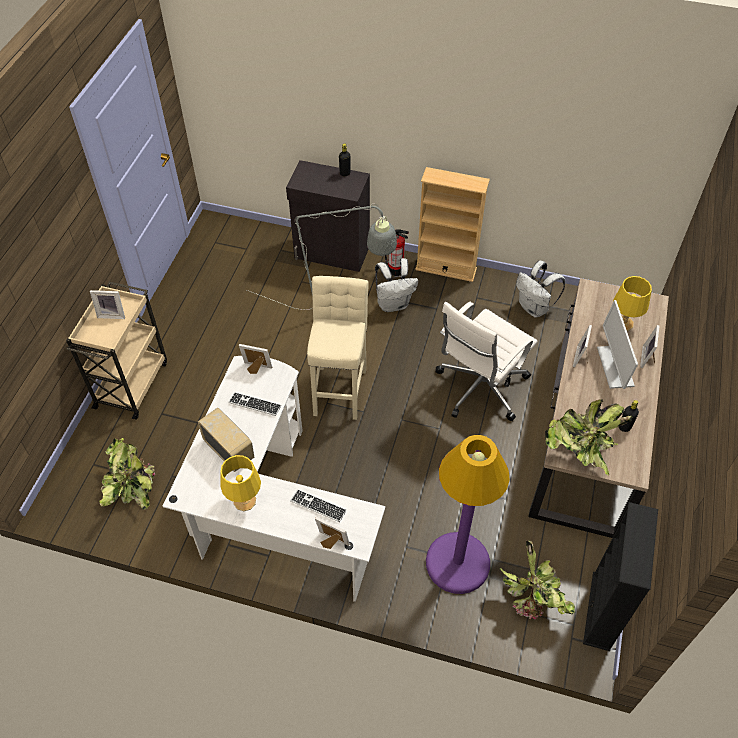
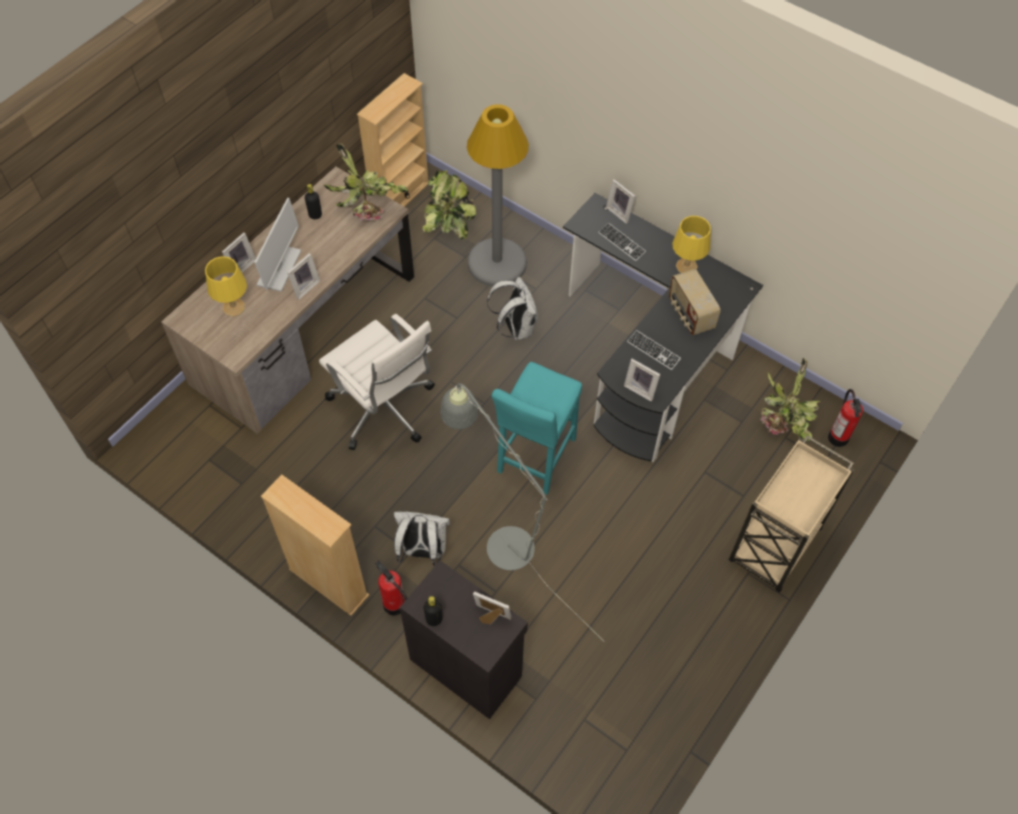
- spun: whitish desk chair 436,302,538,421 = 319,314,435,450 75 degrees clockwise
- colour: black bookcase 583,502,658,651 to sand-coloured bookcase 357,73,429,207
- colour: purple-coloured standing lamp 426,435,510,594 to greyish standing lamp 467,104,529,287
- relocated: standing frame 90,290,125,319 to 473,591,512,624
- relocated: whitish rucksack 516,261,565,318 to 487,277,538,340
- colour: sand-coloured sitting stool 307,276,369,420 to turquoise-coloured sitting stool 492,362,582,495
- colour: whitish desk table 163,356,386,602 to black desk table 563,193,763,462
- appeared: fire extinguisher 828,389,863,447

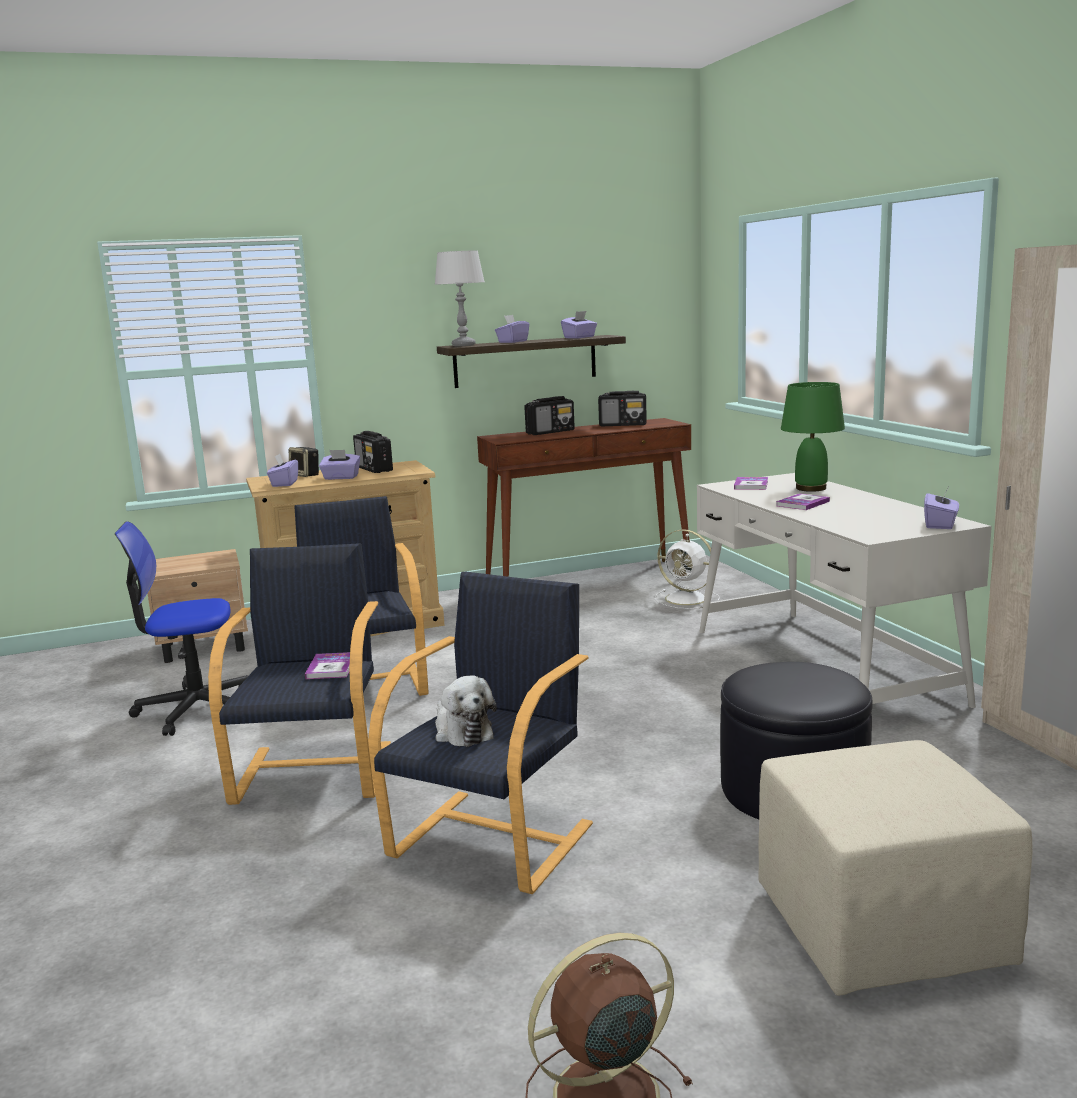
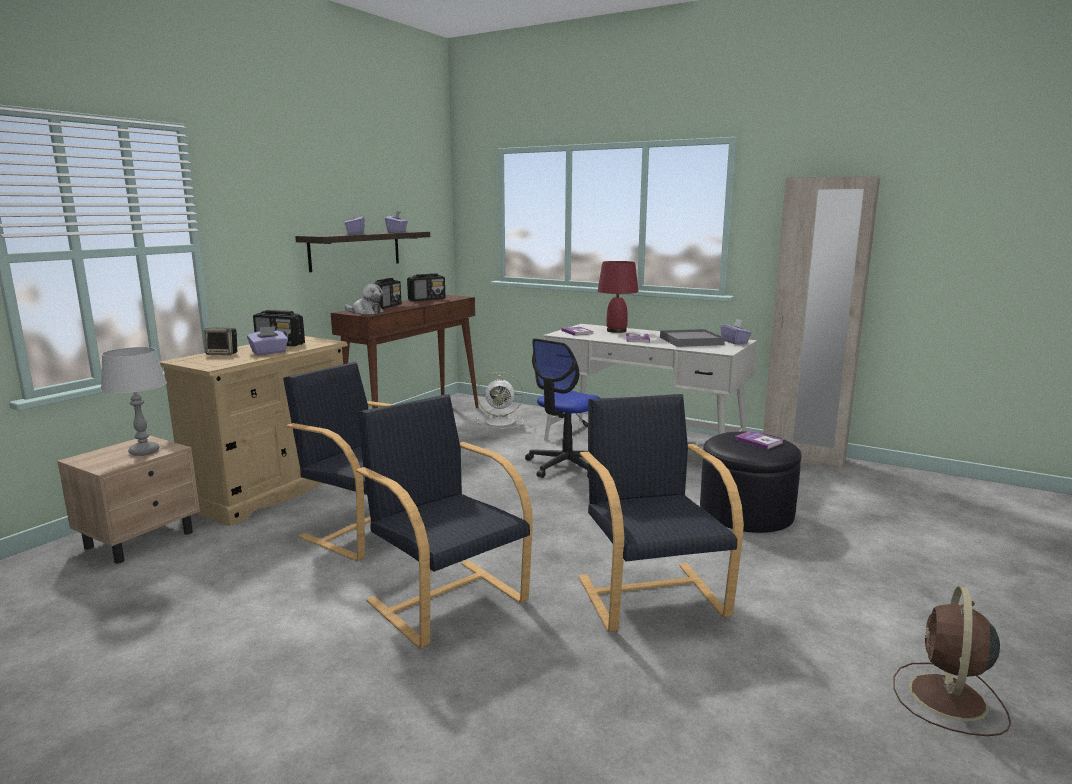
- relocated: greyish table lamp 434,251,484,346 to 101,347,167,456
- relocated: soft toy 435,676,497,747 to 344,283,384,314
- relocated: desk chair 115,522,248,736 to 525,338,600,479
- colour: green table lamp 781,382,845,492 to reddish table lamp 598,261,638,333
- appeared: greyish tray 660,329,725,347
- relocated: volume 305,652,350,679 to 734,431,783,450
- missing: purple-coloured tissue holder 267,453,298,487
- missing: sand-coloured ottoman 758,740,1033,996

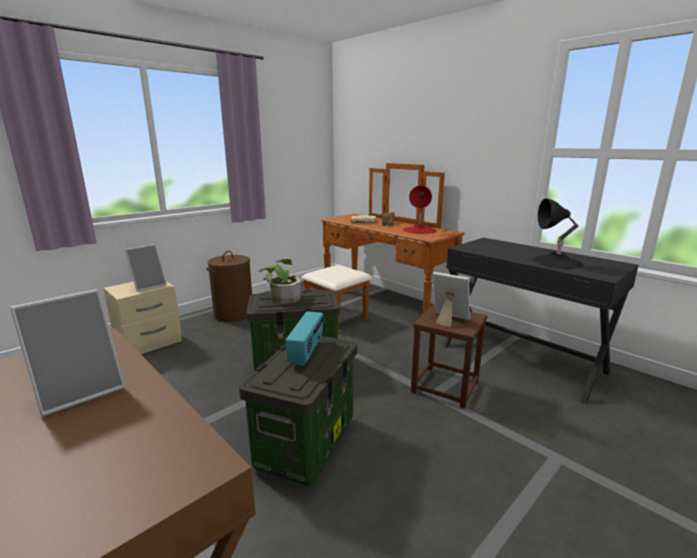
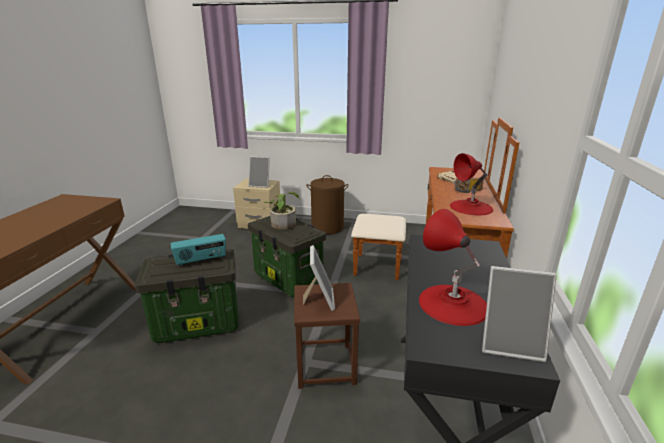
- colour: black table lamp 532,198,583,269 to reddish table lamp 419,209,487,326
- relocated: standing frame 10,289,125,416 to 482,266,557,362

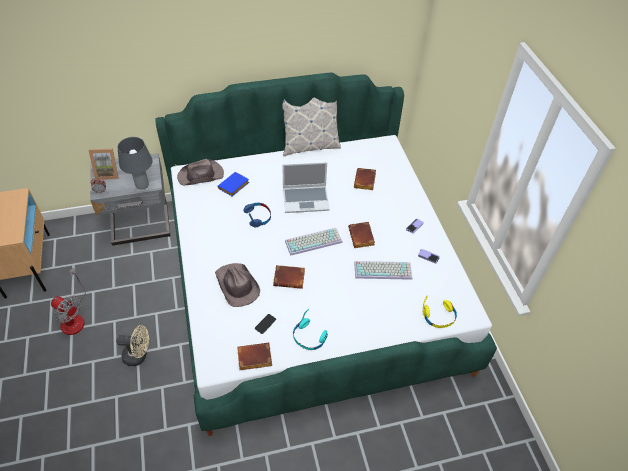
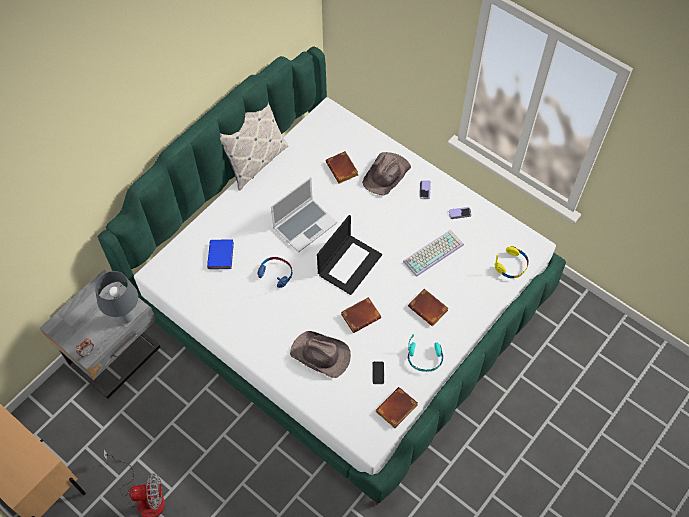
- exchanged: keyboard 285,228,343,256 to portable computer 317,215,382,295
- relocated: brown wearable hat 177,159,224,185 to 362,152,411,196
- relocated: brown volume 348,222,375,248 to 408,289,448,326
- missing: standing frame 89,149,119,180
- missing: sand-coloured electric fan 116,325,149,366

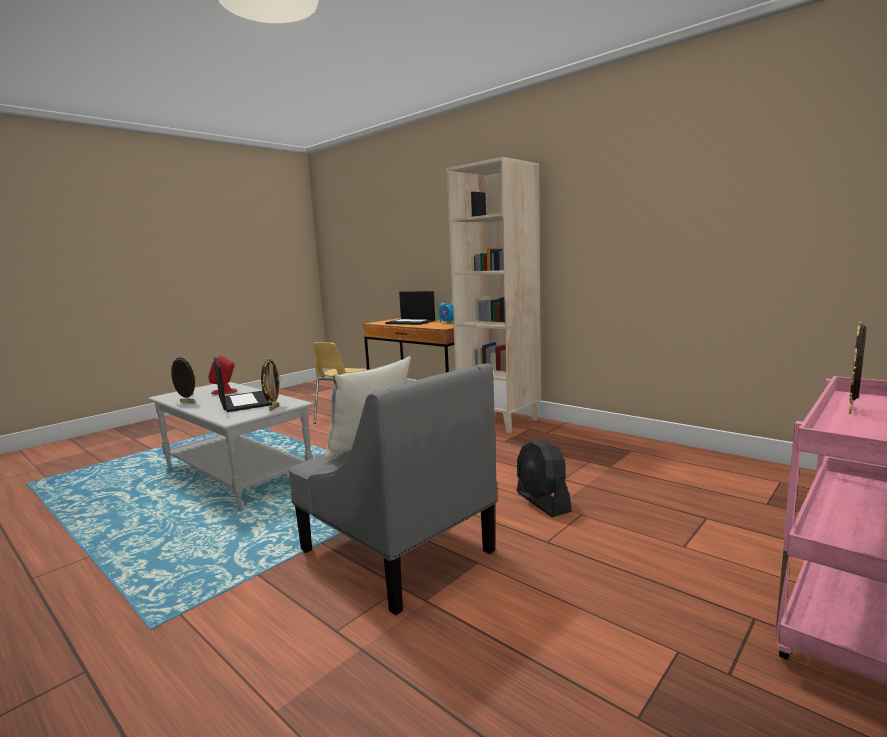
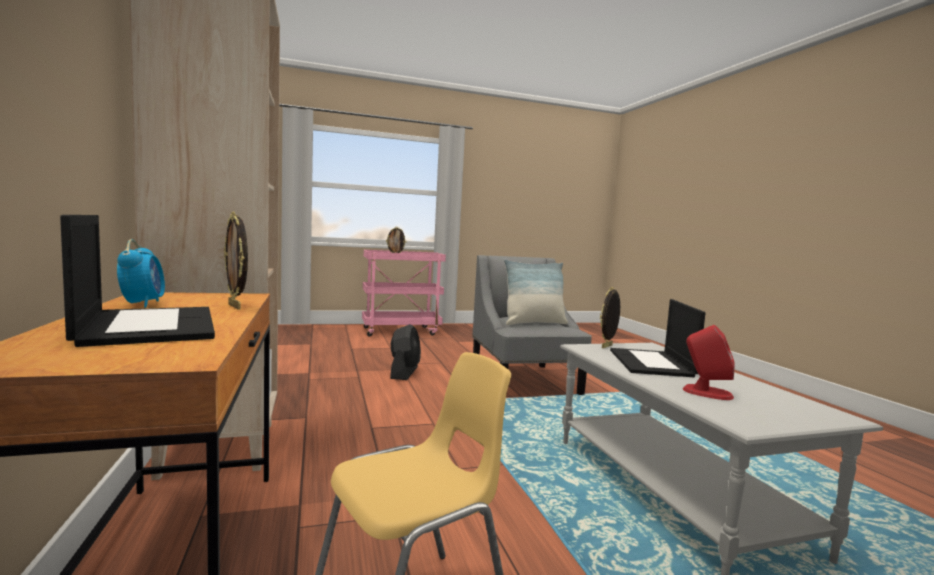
- relocated: standing frame 171,355,197,403 to 224,211,248,310

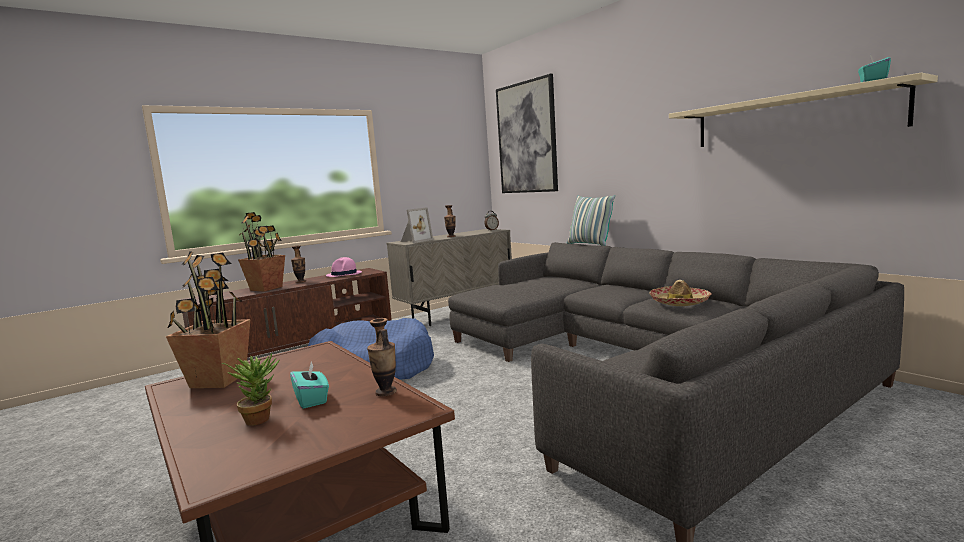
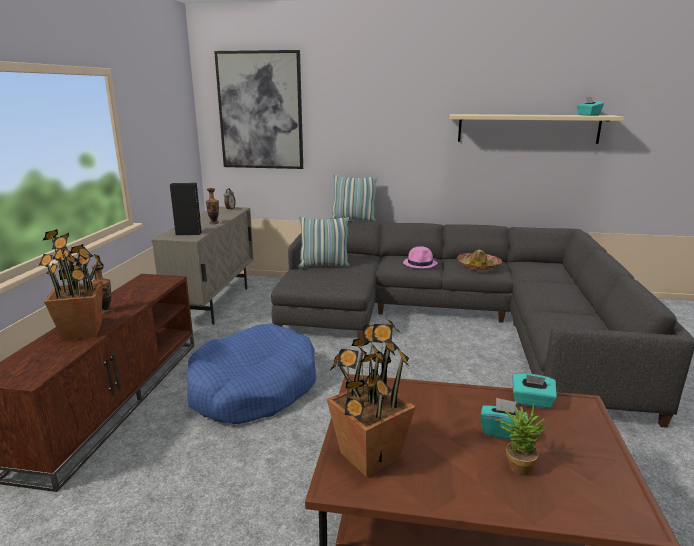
- exchanged: standing frame 401,207,433,243 to black speaker 170,183,202,235
- appeared: throw pillow 298,216,349,268
- relocated: pink wearable hat 326,257,362,277 to 403,246,437,268
- exchanged: vase 367,318,397,396 to turquoise-coloured tissue holder 512,373,557,409

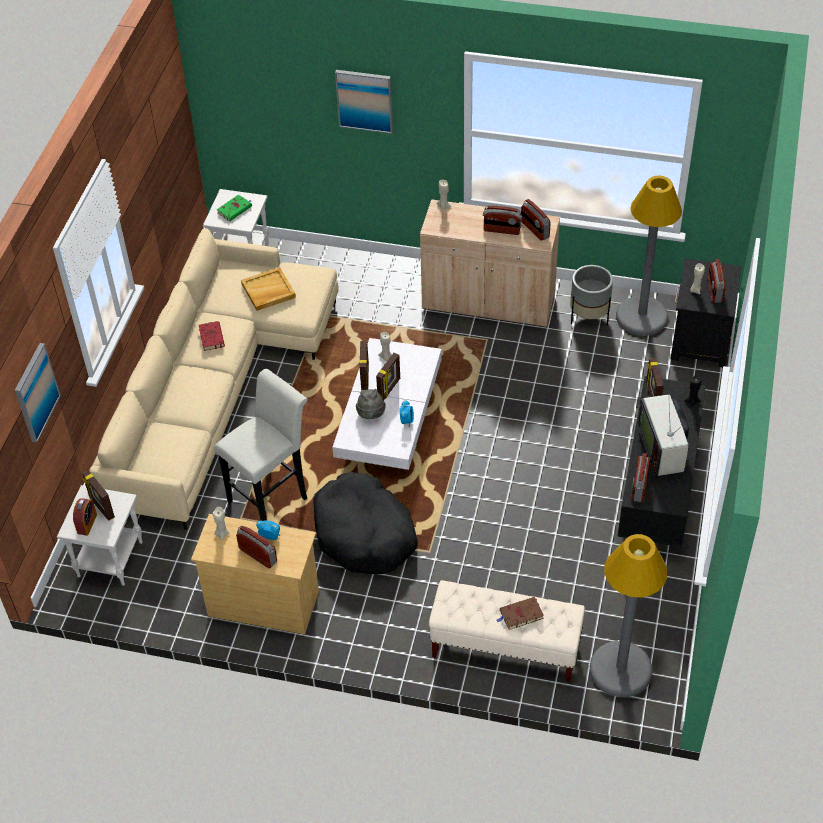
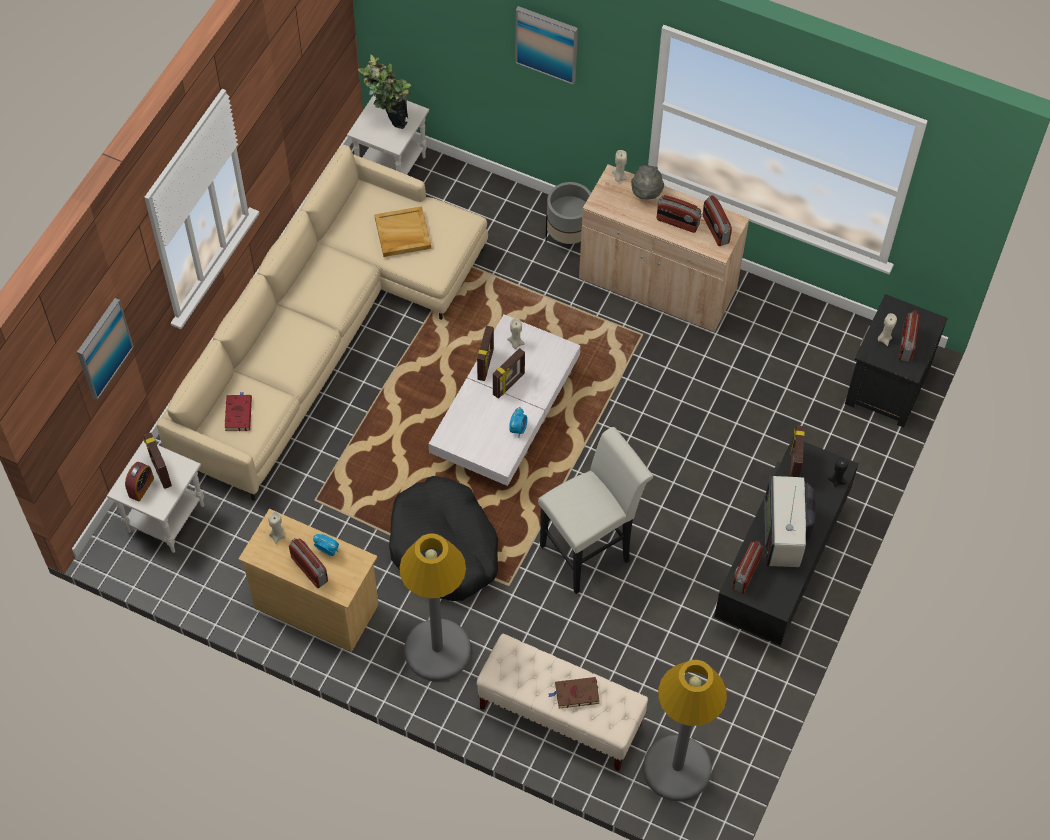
- relocated: reddish volume 199,321,225,351 to 225,392,252,431
- exchanged: green volume 217,195,252,221 to plant in a pot 358,55,411,129
- relocated: greyish standing lamp 616,176,682,336 to 399,533,471,681
- relocated: whitish sitting stool 214,369,308,521 to 538,427,653,594
- relocated: greyish plant pot 570,265,613,326 to 545,182,591,244
- relocated: greyish wearable hat 356,389,386,419 to 631,165,664,200

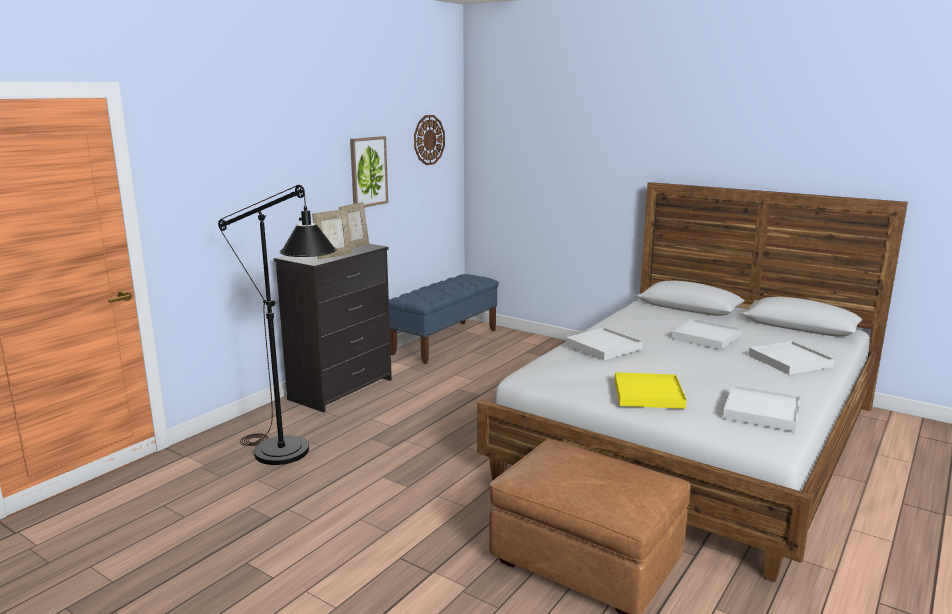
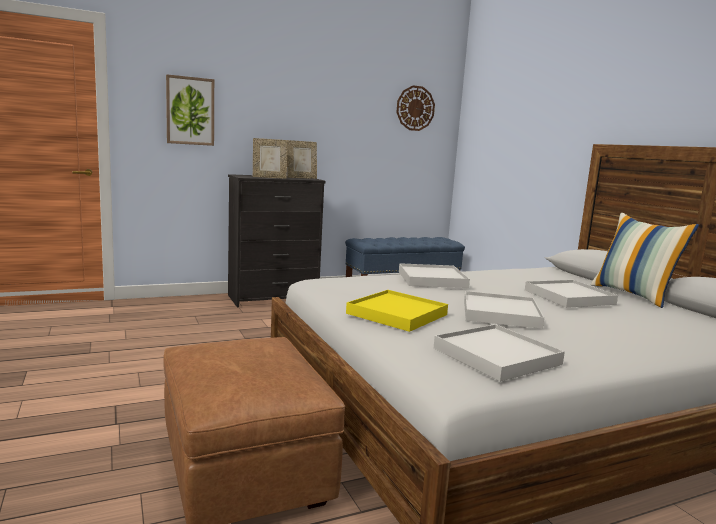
- relocated: wall art 350,136,388,208 to 166,74,214,146
- relocated: whitish tray 748,341,834,375 to 464,291,544,329
- appeared: throw pillow 591,213,699,308
- missing: black standing lamp 218,185,337,465

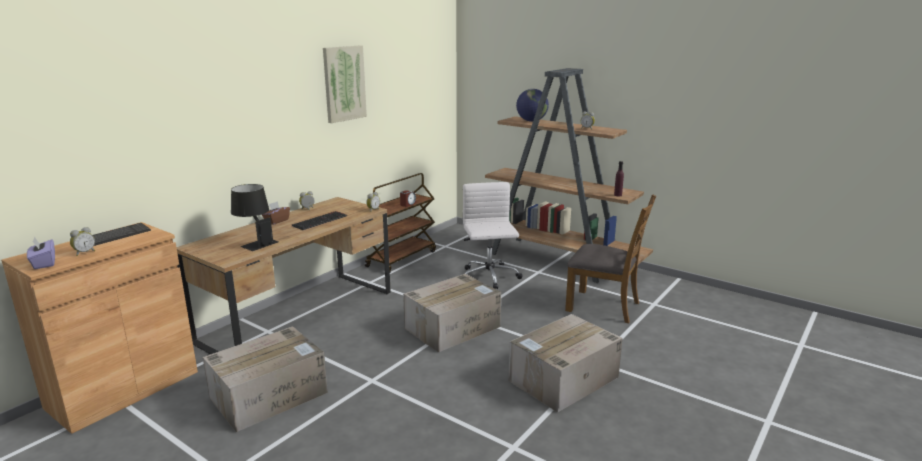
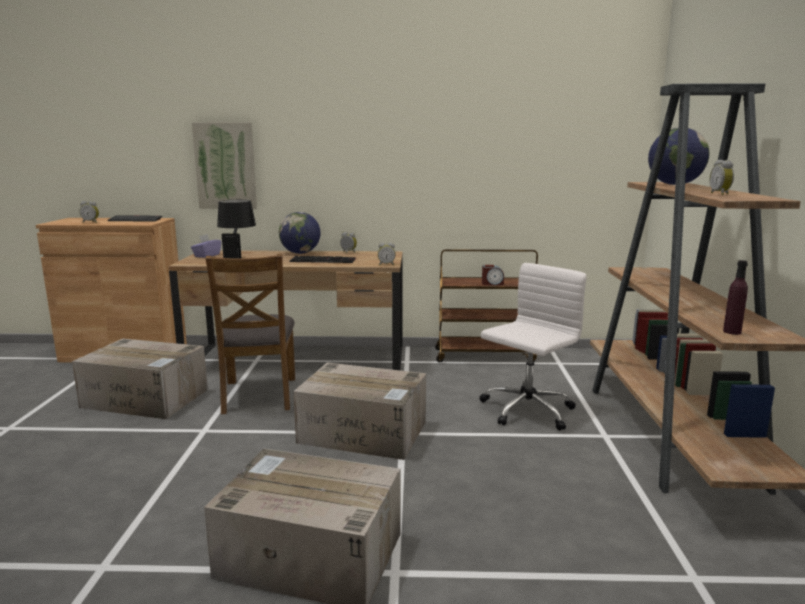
- relocated: purple-coloured tissue holder 27,237,55,269 to 191,234,221,258
- relocated: wall art 323,46,367,123 to 192,122,257,209
- relocated: brown chair 565,194,656,323 to 205,254,295,414
- exchanged: brown tissue holder 262,201,290,225 to globe 279,212,321,254

